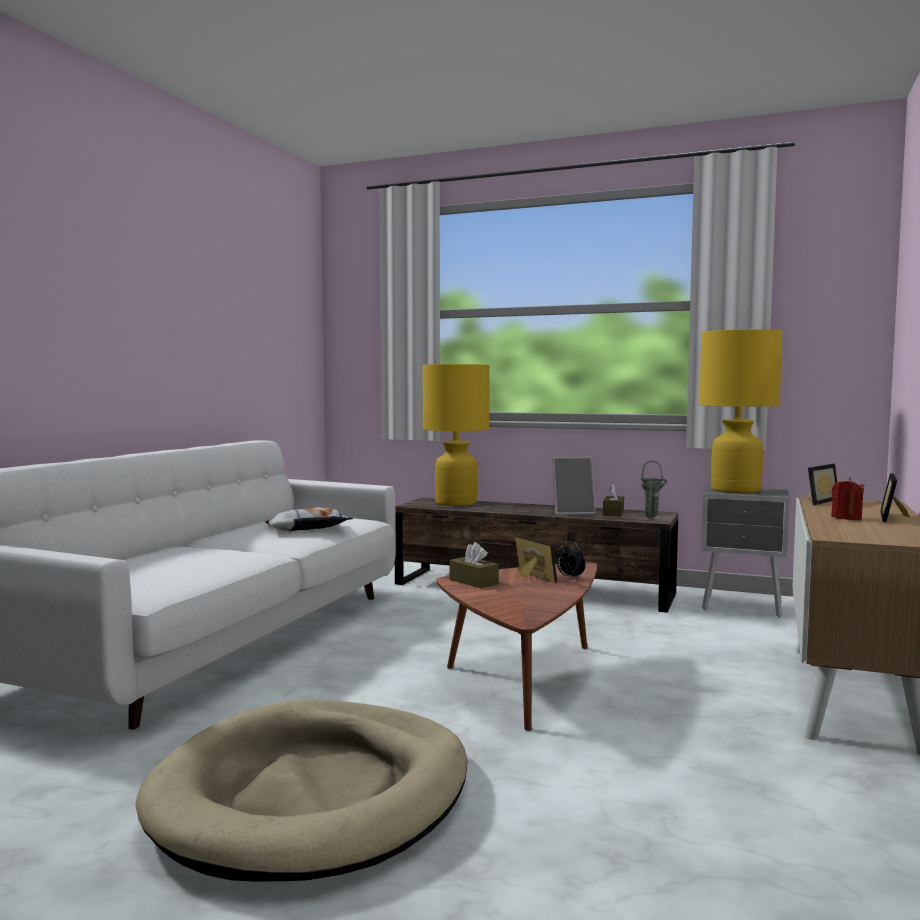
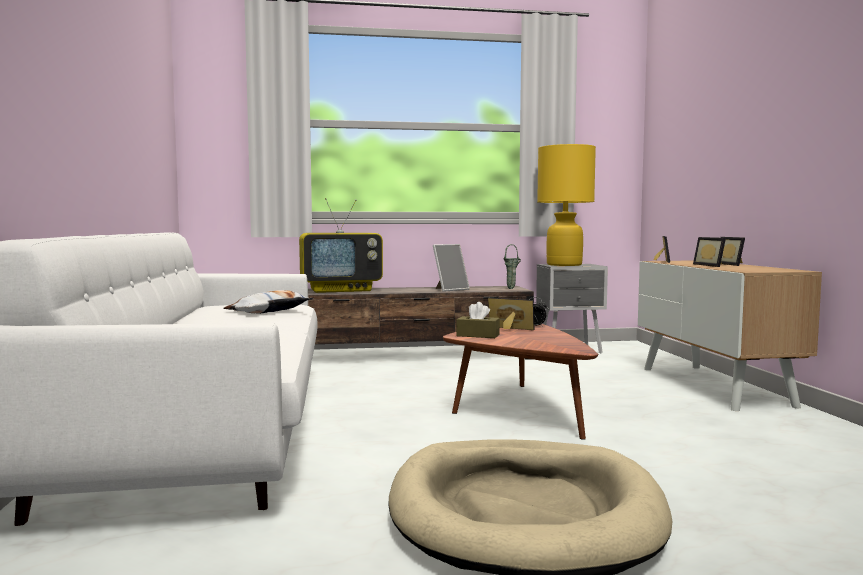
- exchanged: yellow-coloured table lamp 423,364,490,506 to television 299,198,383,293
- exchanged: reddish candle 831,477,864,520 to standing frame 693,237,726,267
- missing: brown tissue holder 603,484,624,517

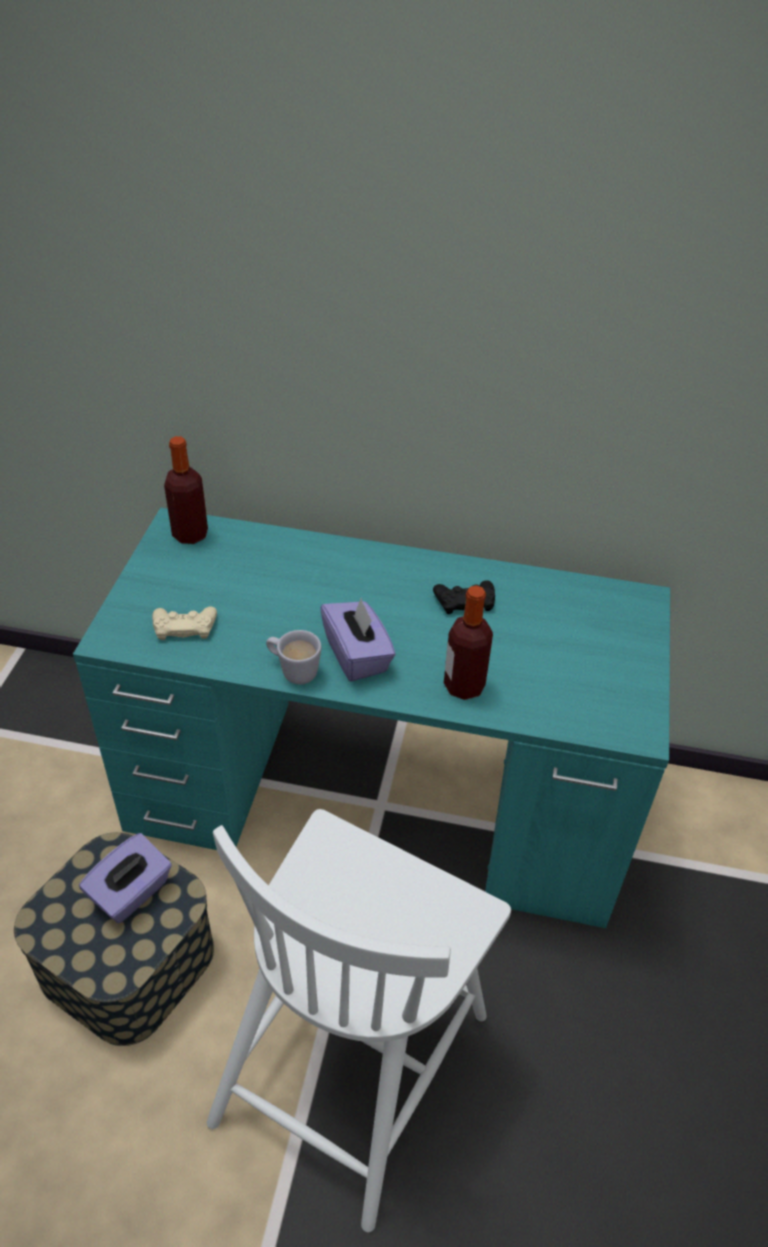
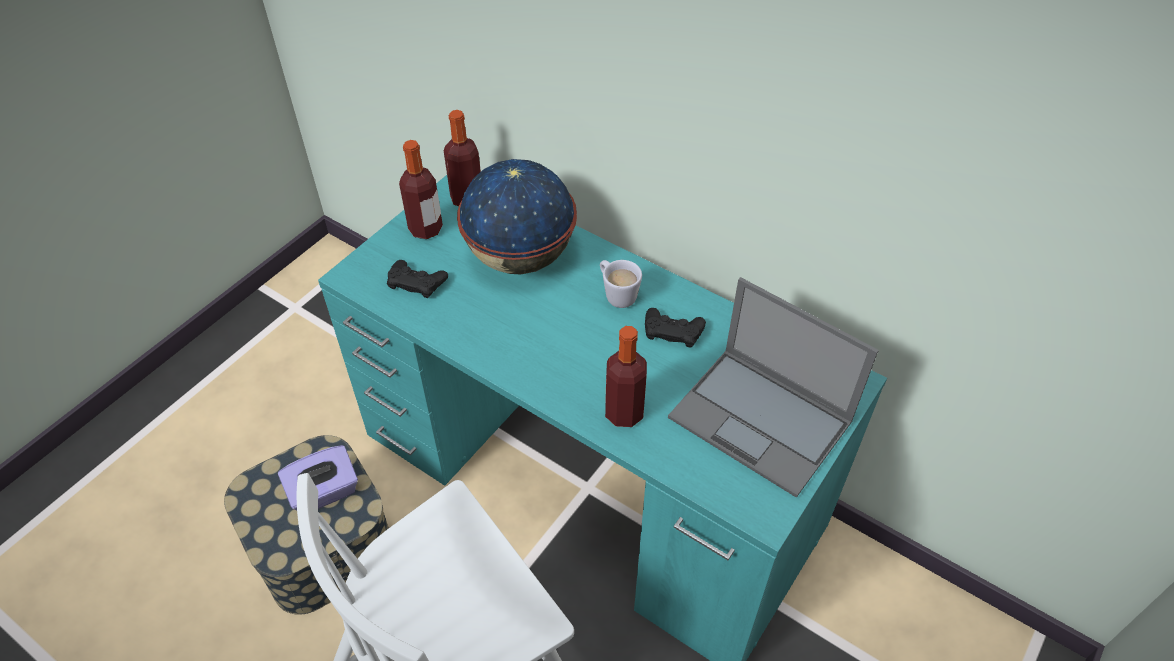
- colour: sand-coloured gamepad 152,607,217,640 to black gamepad 387,260,448,298
- appeared: beverage bottle 399,140,443,239
- appeared: globe 457,159,577,274
- relocated: whitish coffee mug 266,630,321,684 to 600,260,642,308
- appeared: portable computer 668,277,879,497
- missing: purple-coloured tissue holder 320,597,396,682

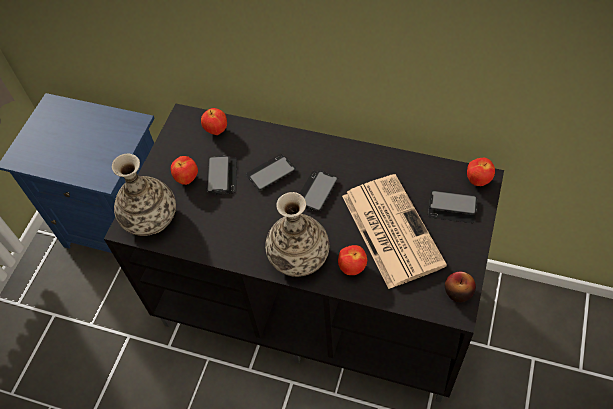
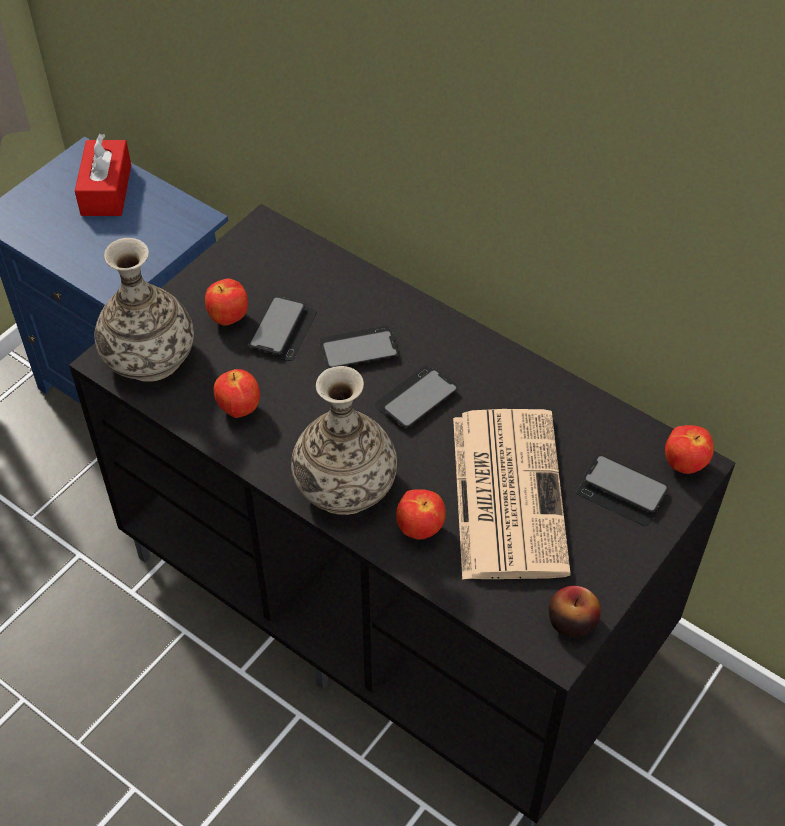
- appeared: reddish tissue holder 75,134,131,216
- relocated: apple fruit 201,108,227,135 to 214,369,260,418

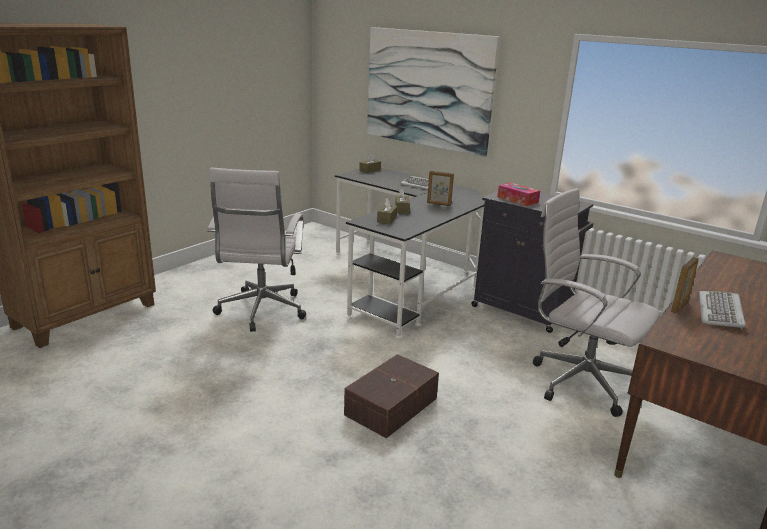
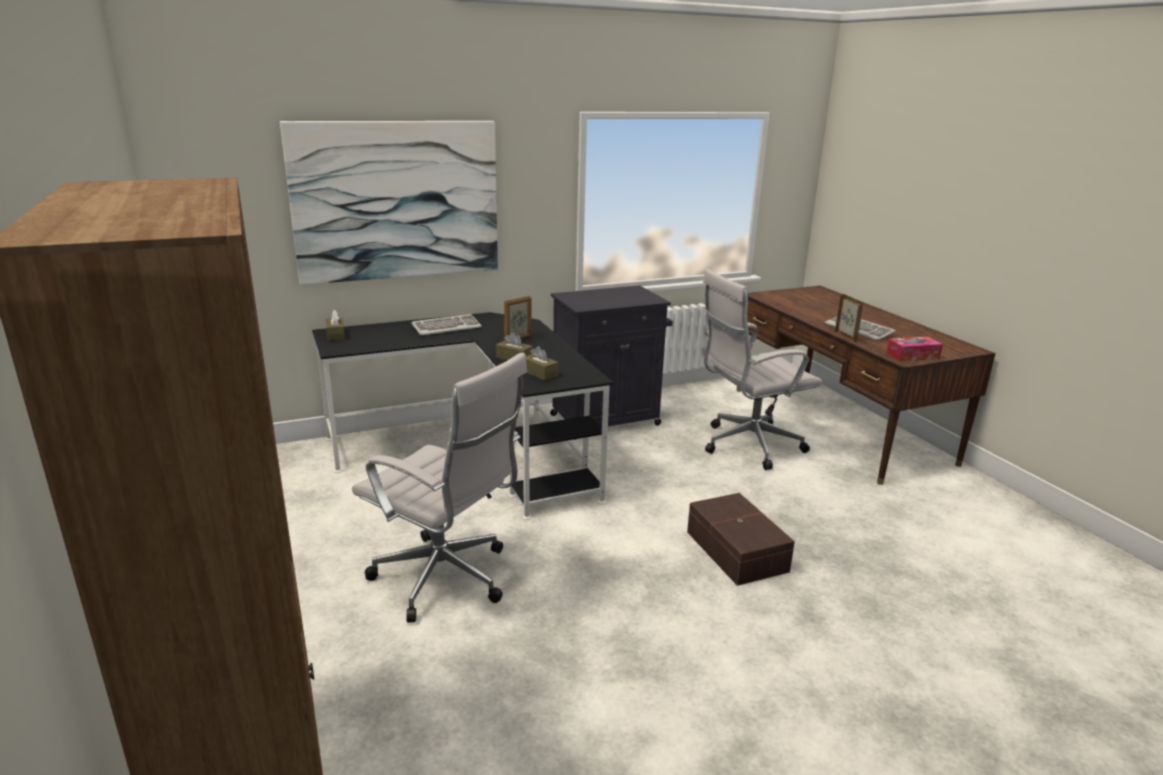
- relocated: tissue holder 497,182,540,206 to 886,337,943,361

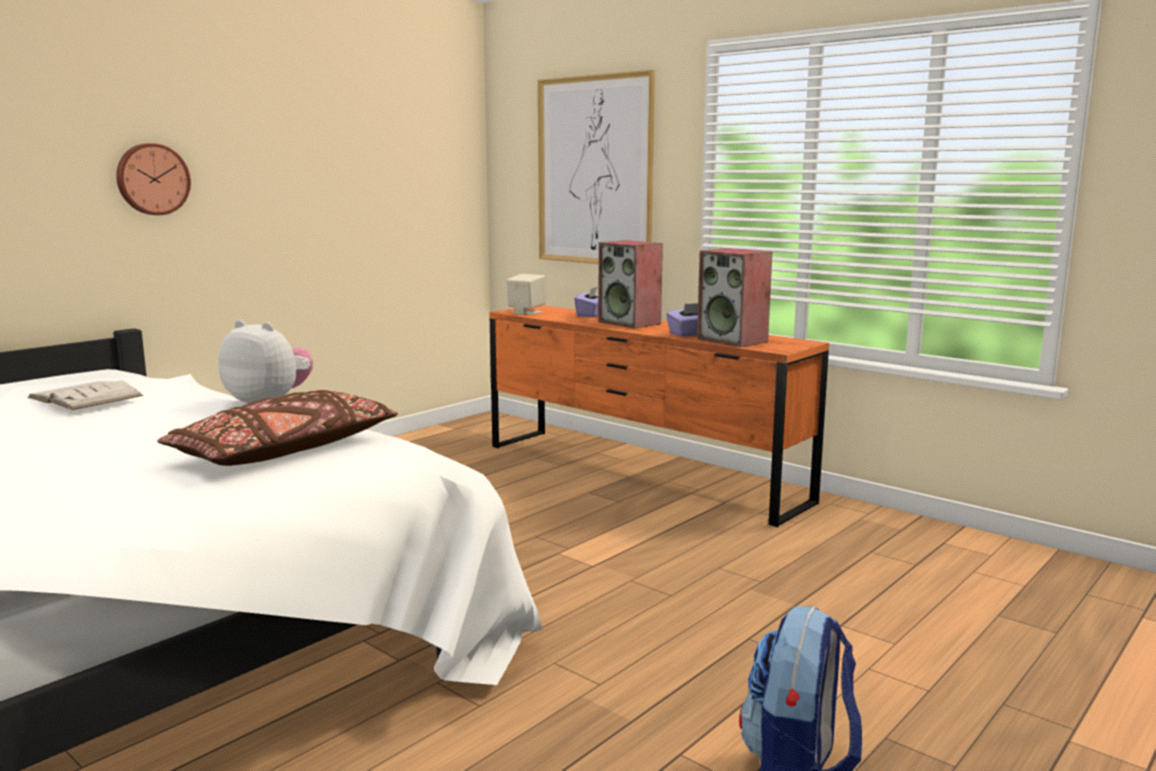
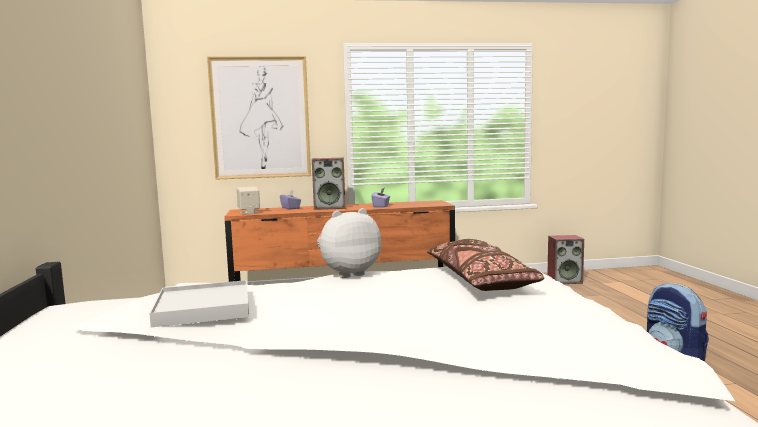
- exchanged: whitish volume 28,381,143,410 to whitish tray 149,280,249,327
- relocated: speaker 697,248,772,347 to 547,235,584,284
- missing: clock on the wall 116,143,191,215

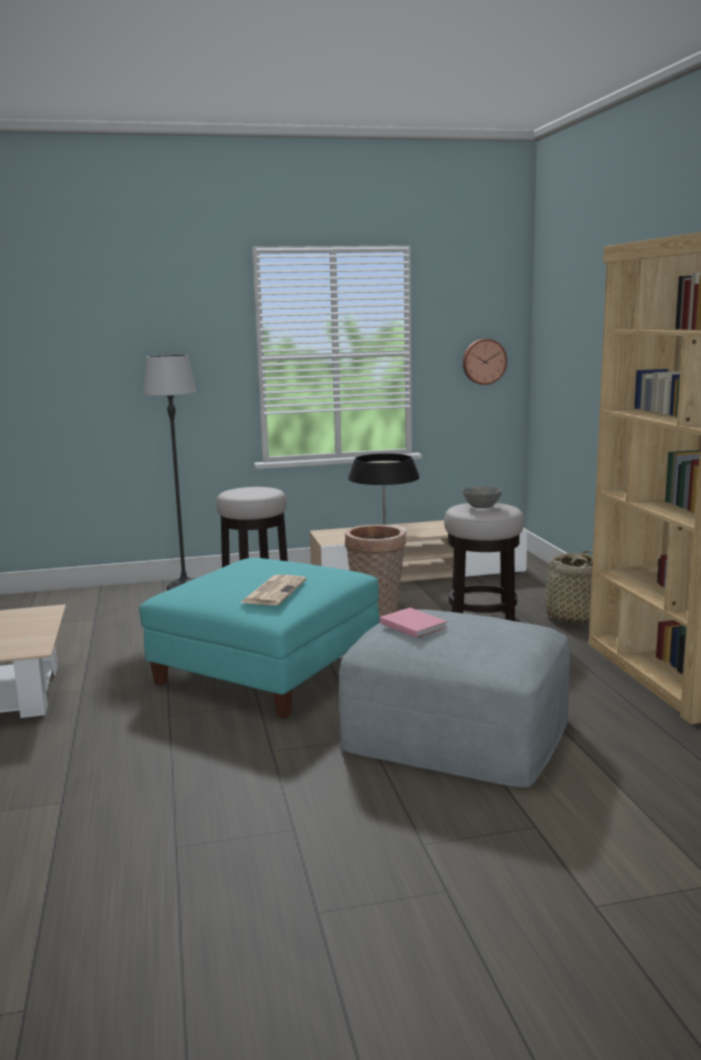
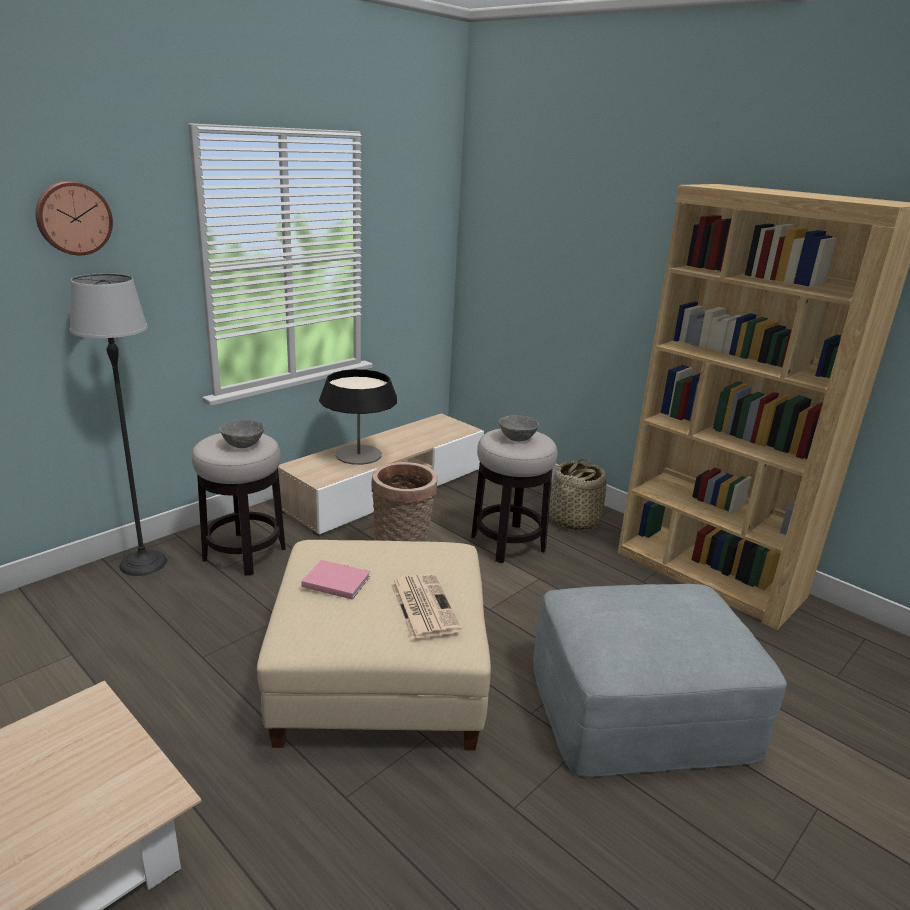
- relocated: clock on the wall 463,339,507,385 to 35,181,113,255
- appeared: greyish deep dish 220,420,265,448
- colour: turquoise-coloured ottoman 139,558,380,719 to sand-coloured ottoman 257,540,491,750
- relocated: pink volume 380,608,447,638 to 301,560,370,600

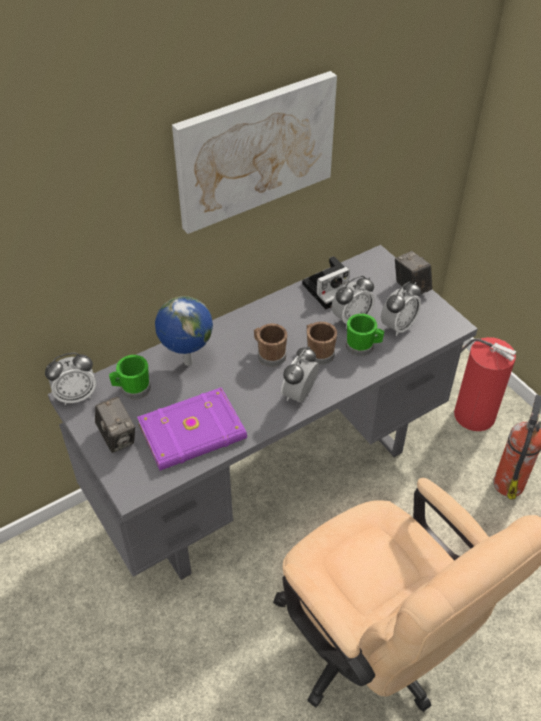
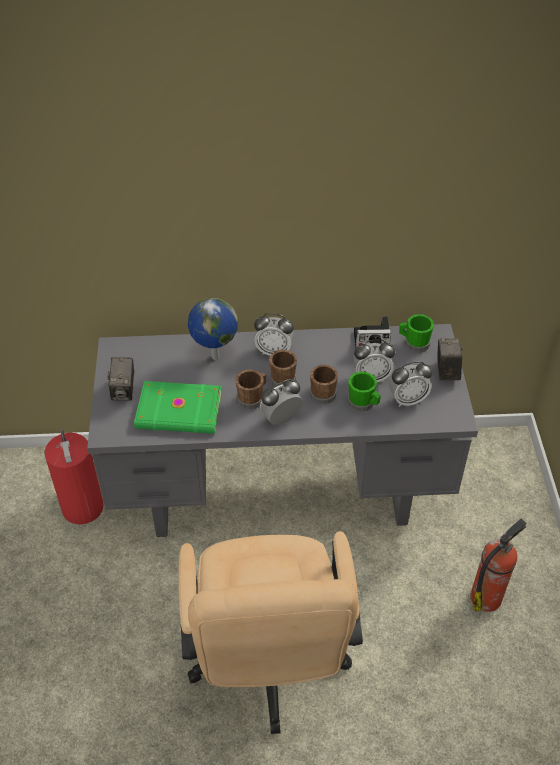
- relocated: fire extinguisher 454,337,516,431 to 45,430,104,524
- colour: purple-coloured volume 137,387,247,471 to green volume 134,381,222,434
- appeared: brown coffee mug 235,369,266,410
- relocated: alarm clock 45,353,96,405 to 254,313,294,356
- relocated: green coffee mug 109,355,151,400 to 399,314,434,353
- missing: wall art 172,71,337,234

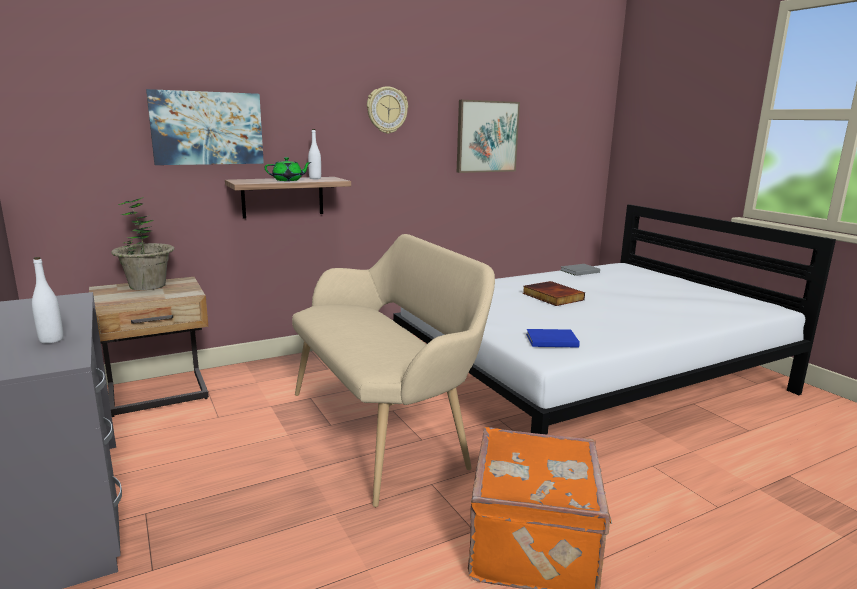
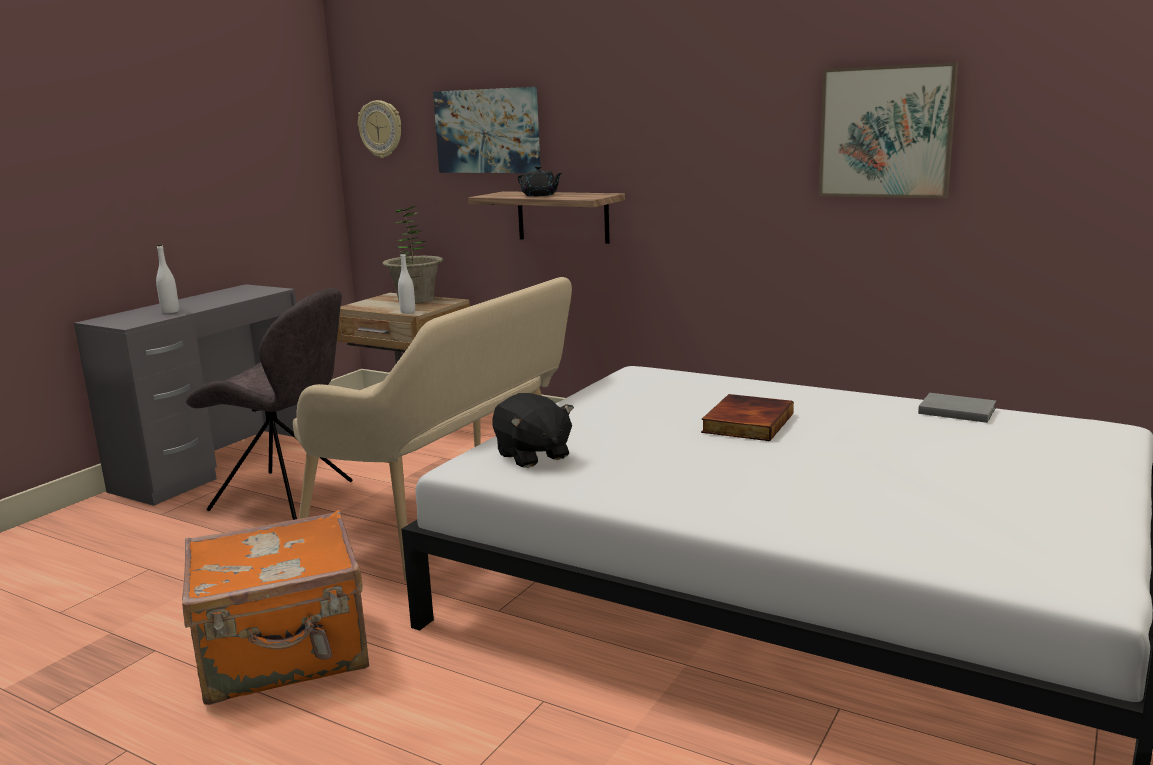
- appeared: greyish chair 186,288,353,520
- relocated: clock on the wall 367,86,408,134 to 358,100,401,158
- relocated: whitish beverage bottle 308,129,321,179 to 398,253,415,313
- exchanged: blue volume 526,329,580,347 to black soft toy 493,393,574,468
- colour: green pot for tea 264,157,312,181 to black pot for tea 518,166,562,196

